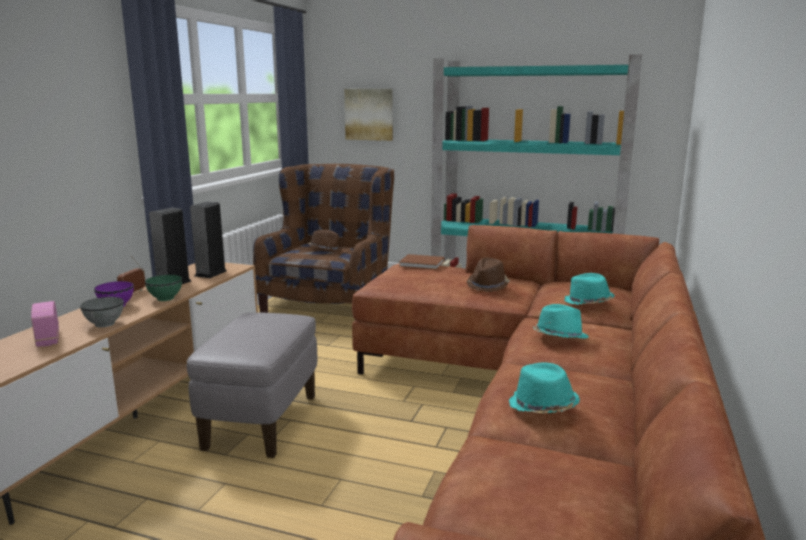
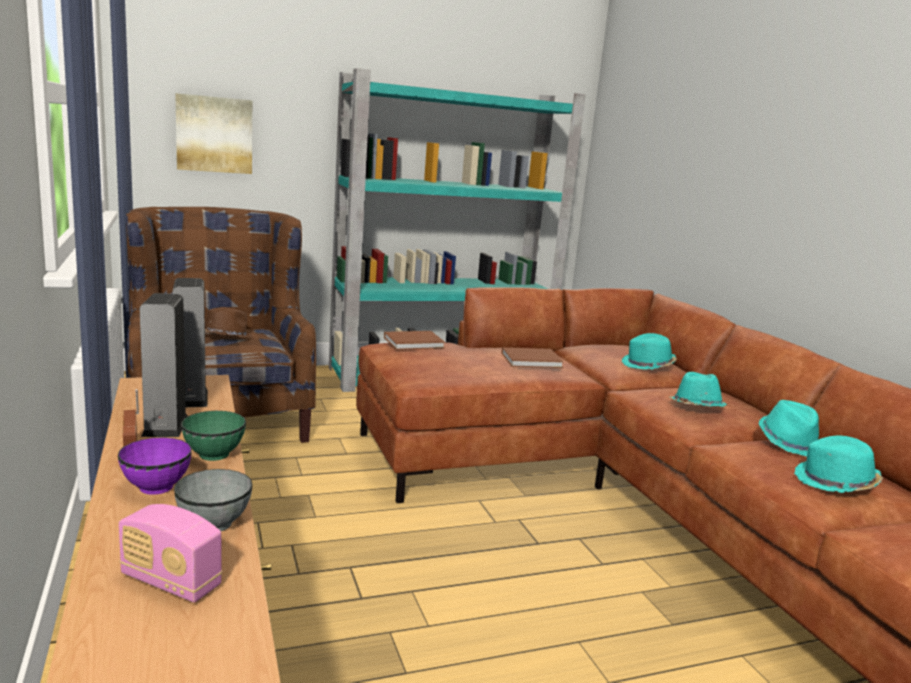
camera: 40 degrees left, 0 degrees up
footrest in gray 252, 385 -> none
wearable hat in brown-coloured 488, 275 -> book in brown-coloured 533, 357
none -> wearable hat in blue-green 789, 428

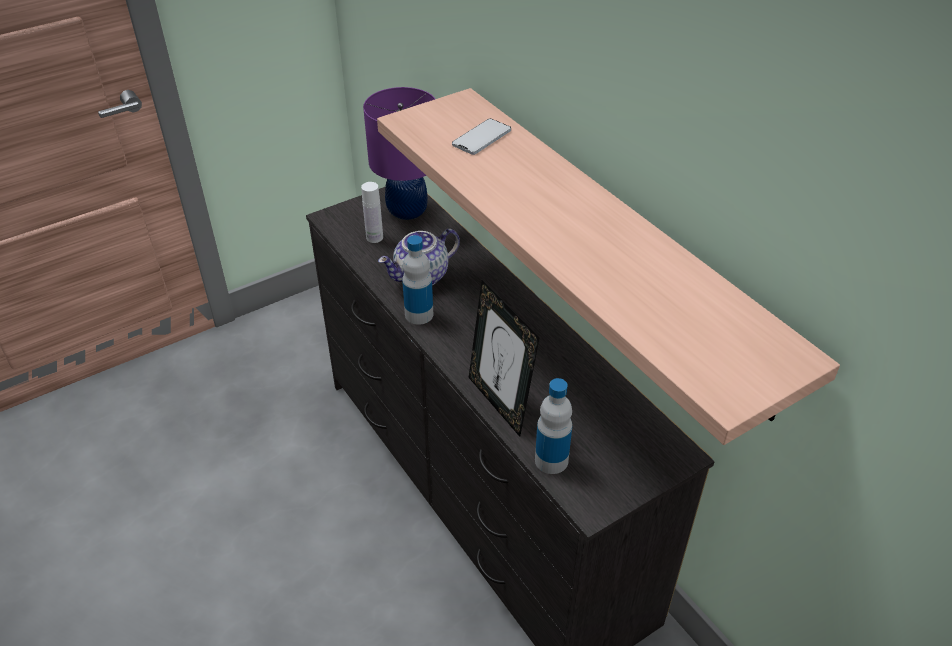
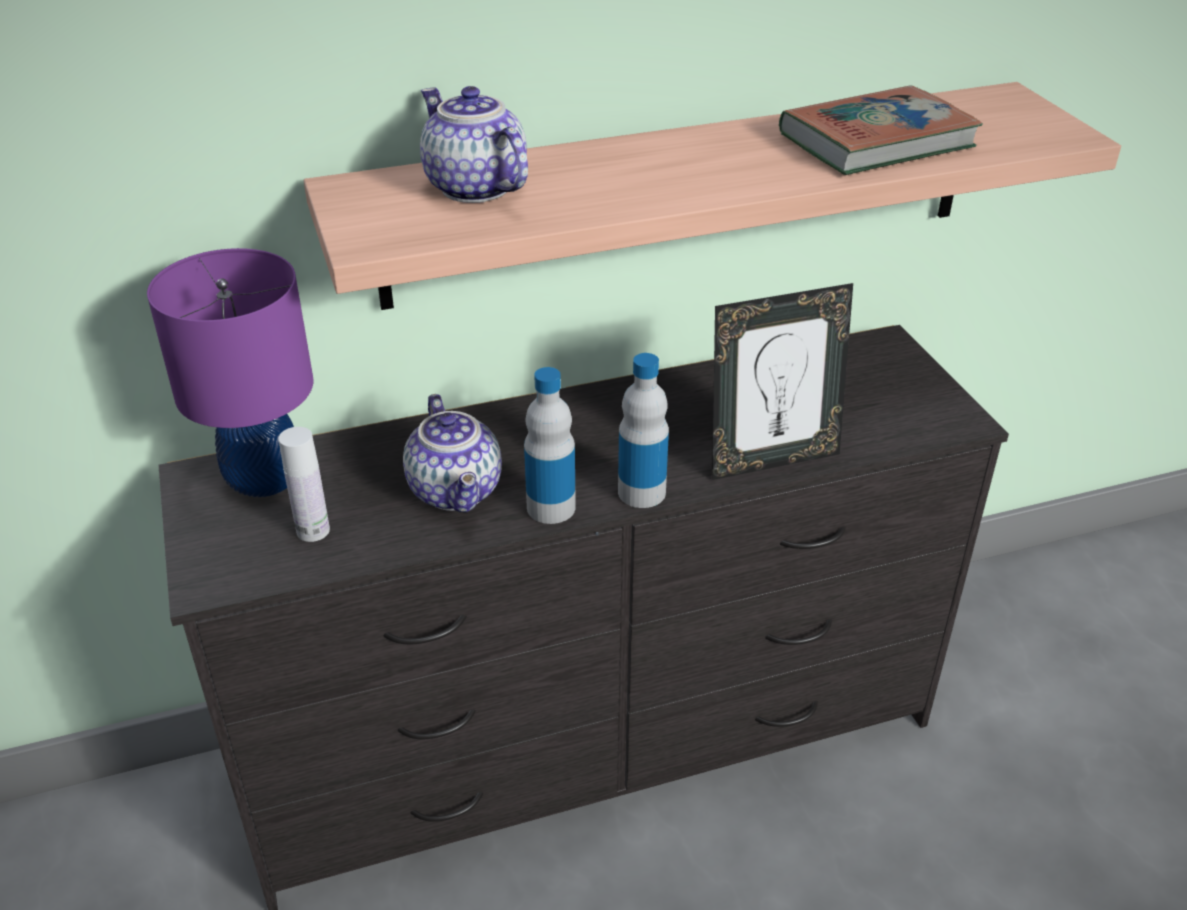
camera: 75 degrees left, 5 degrees down
handset 481, 136 -> tea pot 474, 144
drink bottle 553, 426 -> drink bottle 643, 430, shifted
none -> book 881, 130

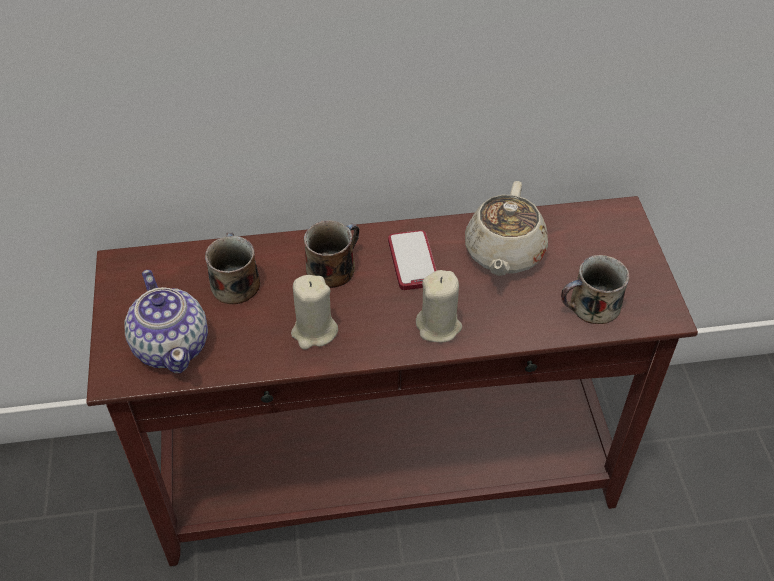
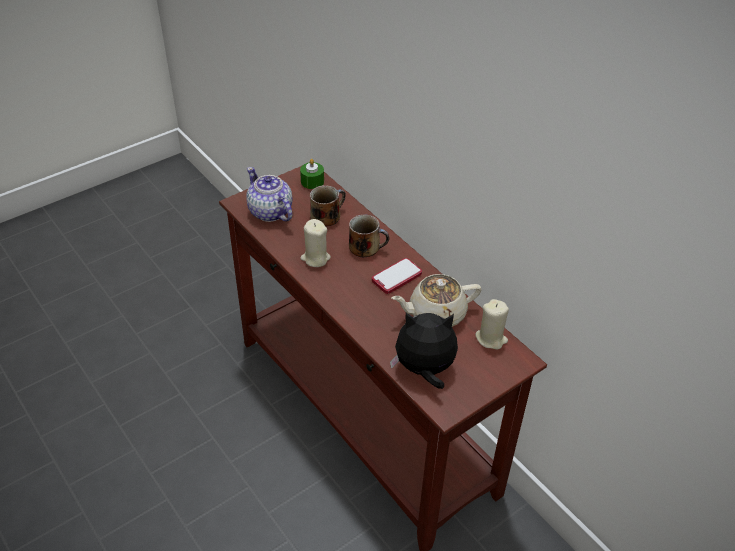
camera: 60 degrees right, 5 degrees down
tea pot 166, 321 -> tea pot 269, 194, 105 degrees clockwise
wax candle in beige-coloured 439, 306 -> wax candle in beige-coloured 492, 324, shifted
tea mug 595, 289 -> cuddly toy 424, 350
none -> wax candle in greenish 312, 174

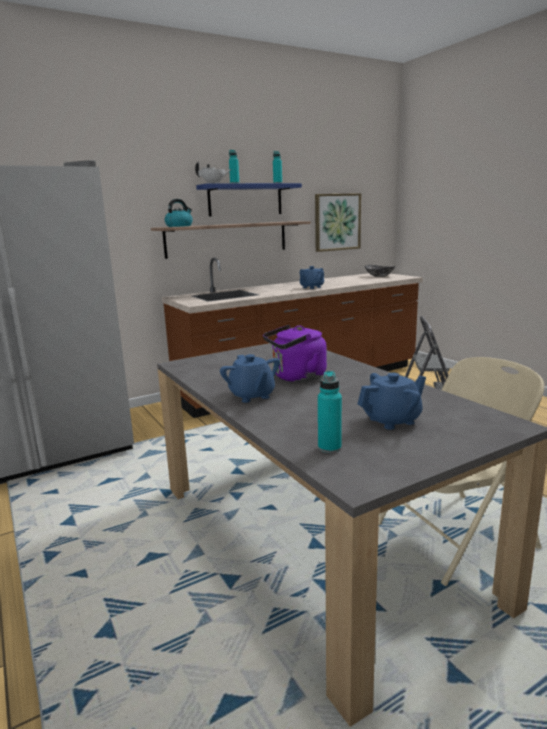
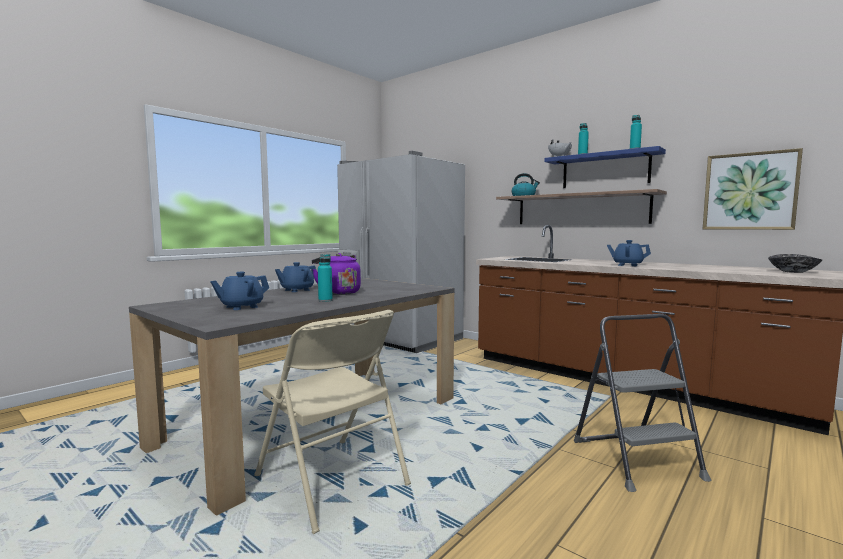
camera: 70 degrees right, 10 degrees down
drink bottle in blue-green 330, 412 -> drink bottle in blue-green 325, 278, shifted
tea pot in bluish 392, 401 -> tea pot in bluish 239, 291, 90 degrees clockwise

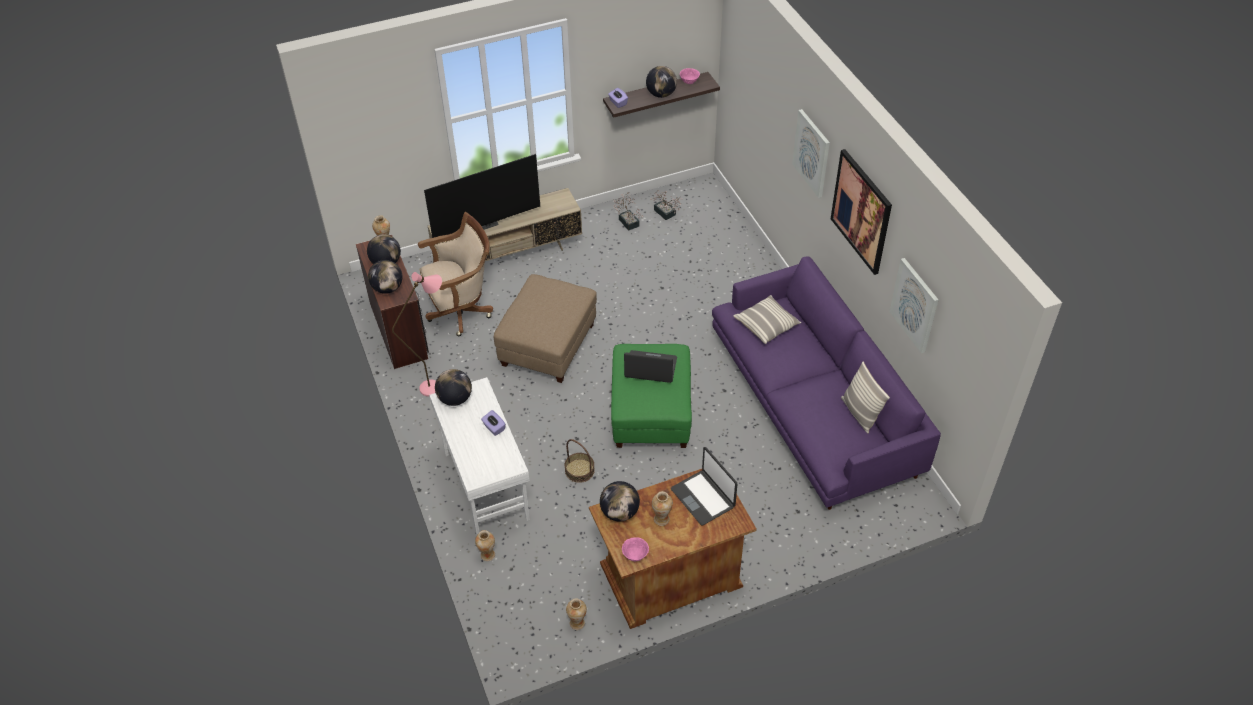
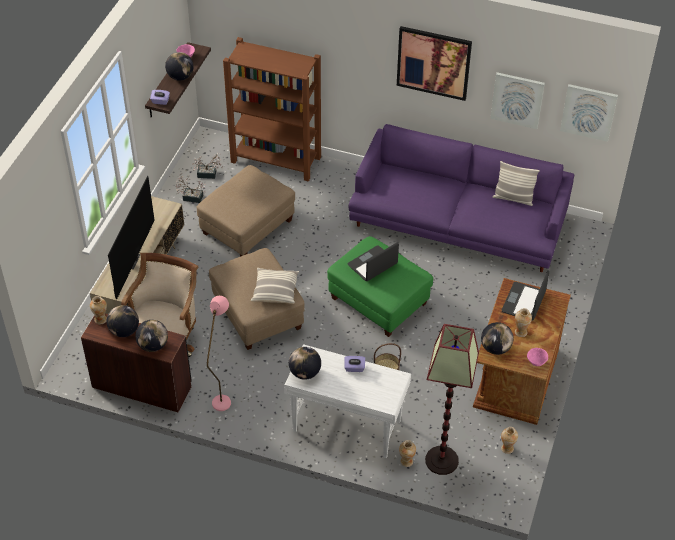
camera: 50 degrees left, 0 degrees up
notebook computer 704, 486 -> notebook computer 525, 296, 105 degrees clockwise
throw pillow 767, 319 -> throw pillow 275, 286, shifted
picture 811, 153 -> picture 589, 113, shifted
none -> footrest in beige-coloured 246, 211
none -> shelving unit in brown-coloured 272, 109
none -> standard lamp 452, 399

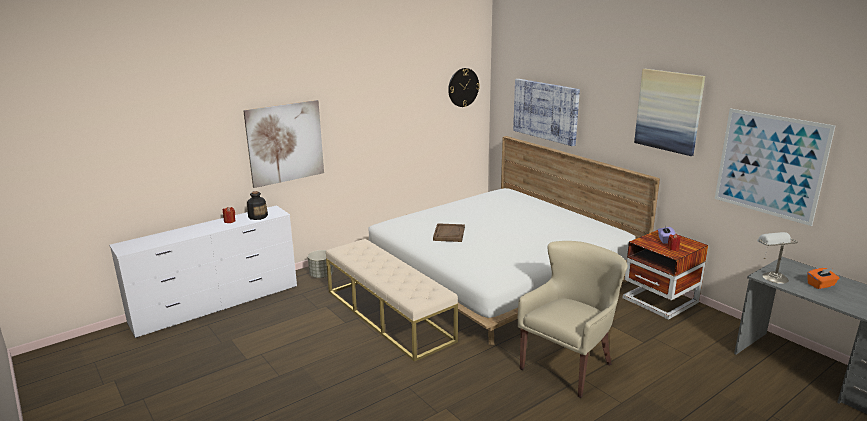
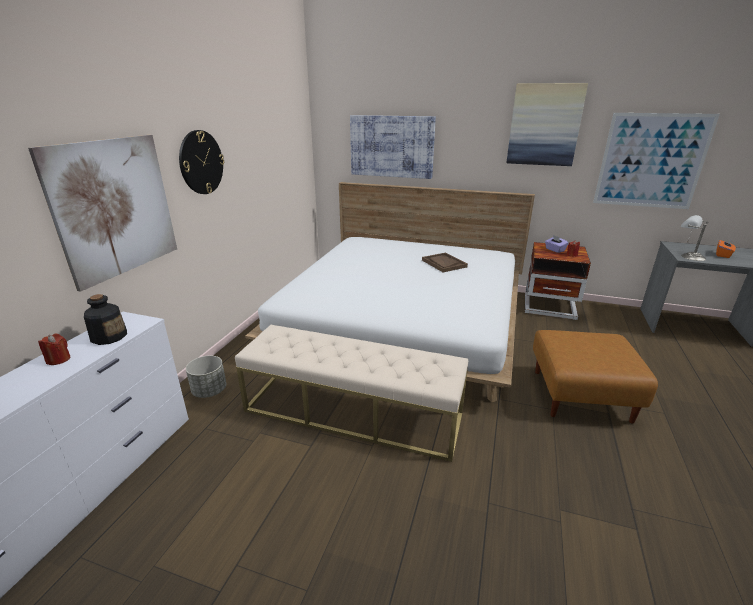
camera: 35 degrees left, 5 degrees up
tray in brown-coloured 449, 232 -> tray in brown-coloured 445, 262, shifted
wall clock 464, 87 -> wall clock 201, 162, shifted
easy chair in beige-coloured 573, 319 -> footrest in brown-coloured 595, 376

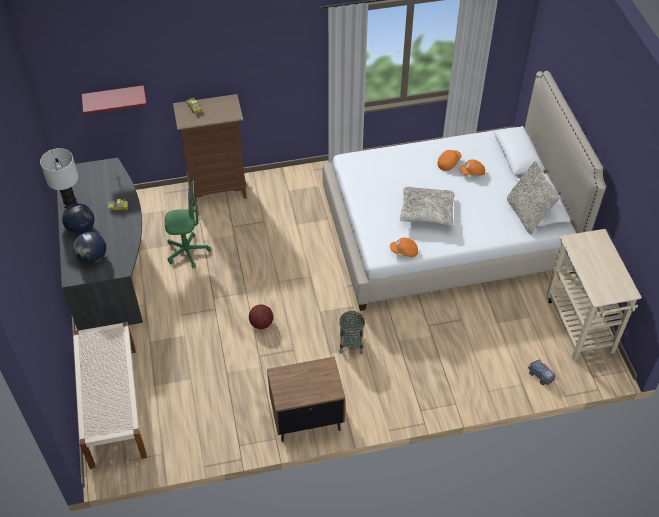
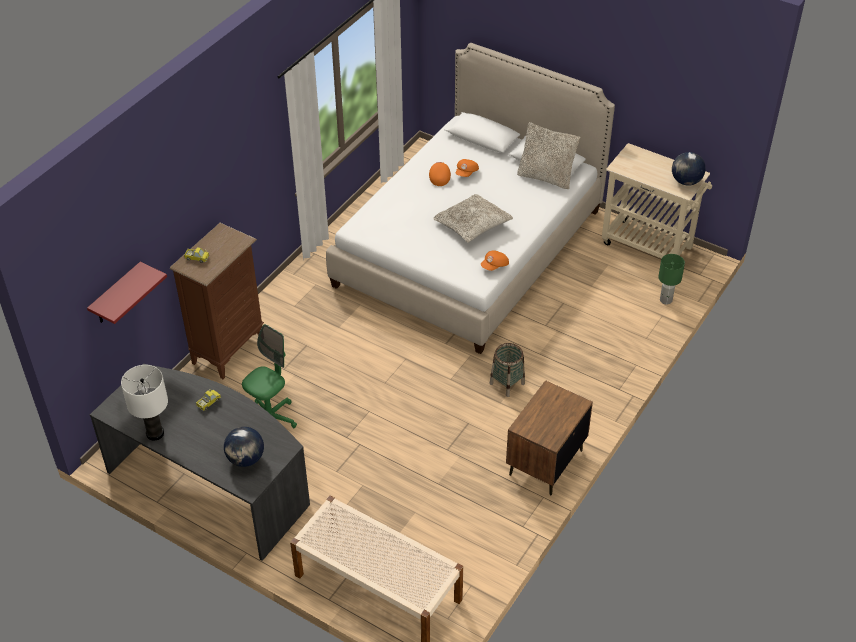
camera: 45 degrees left, 5 degrees down
desk globe 78, 219 -> desk globe 689, 169, shifted
basketball ball 261, 316 -> none
toy lorry 541, 372 -> lamp for a table in greenish 671, 279

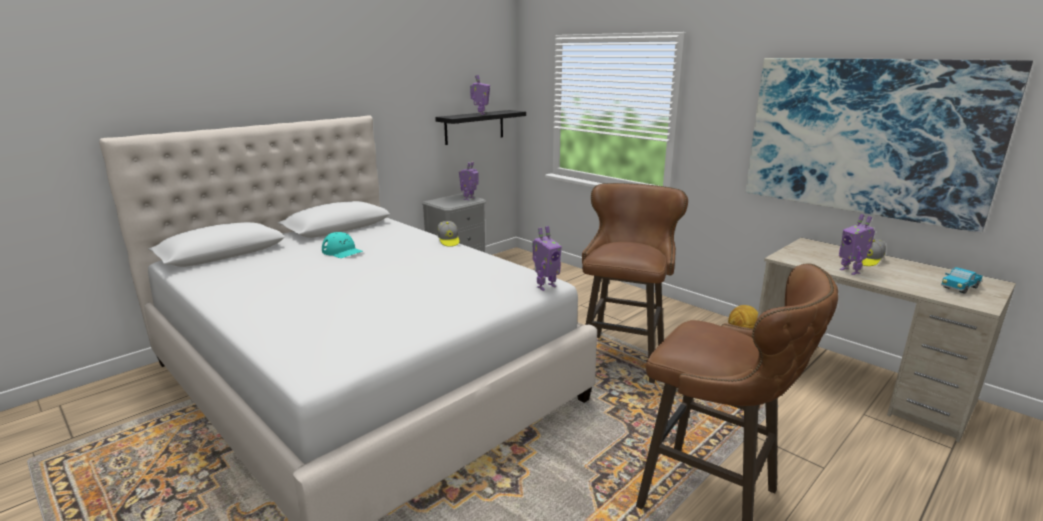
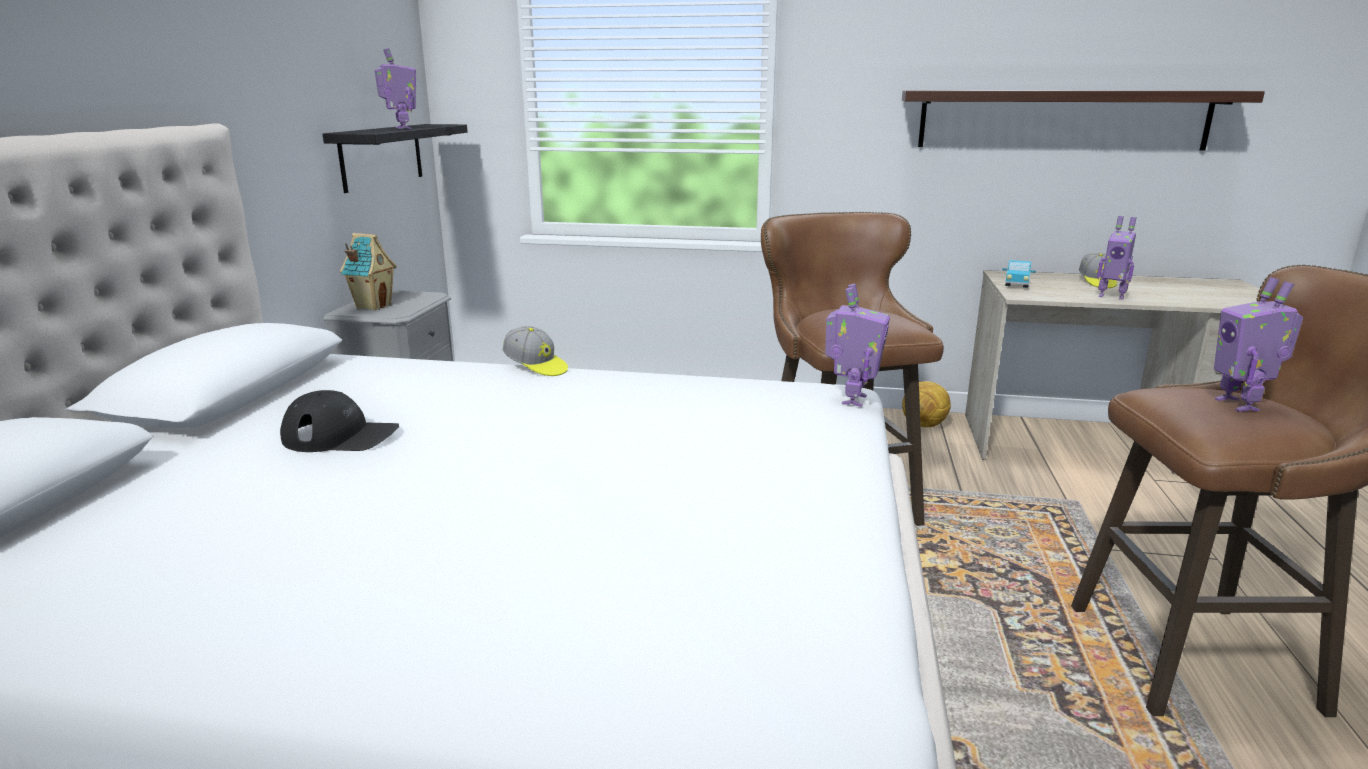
camera: 35 degrees left, 0 degrees up
cap in blue-green 342, 245 -> cap in blackish 339, 421
model robot 469, 181 -> model robot 1258, 344, shifted
picture 889, 145 -> wall shelf 1083, 120
toy lorry 962, 280 -> toy lorry 1019, 274, shifted
none -> toy house 368, 271

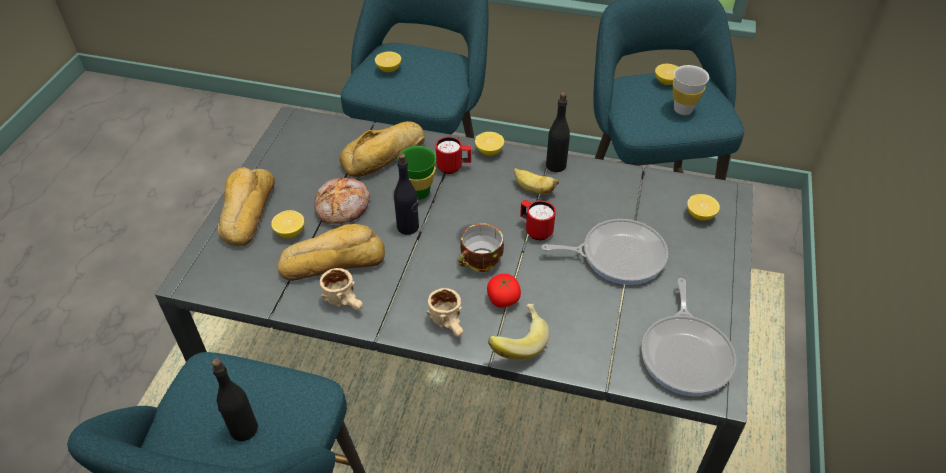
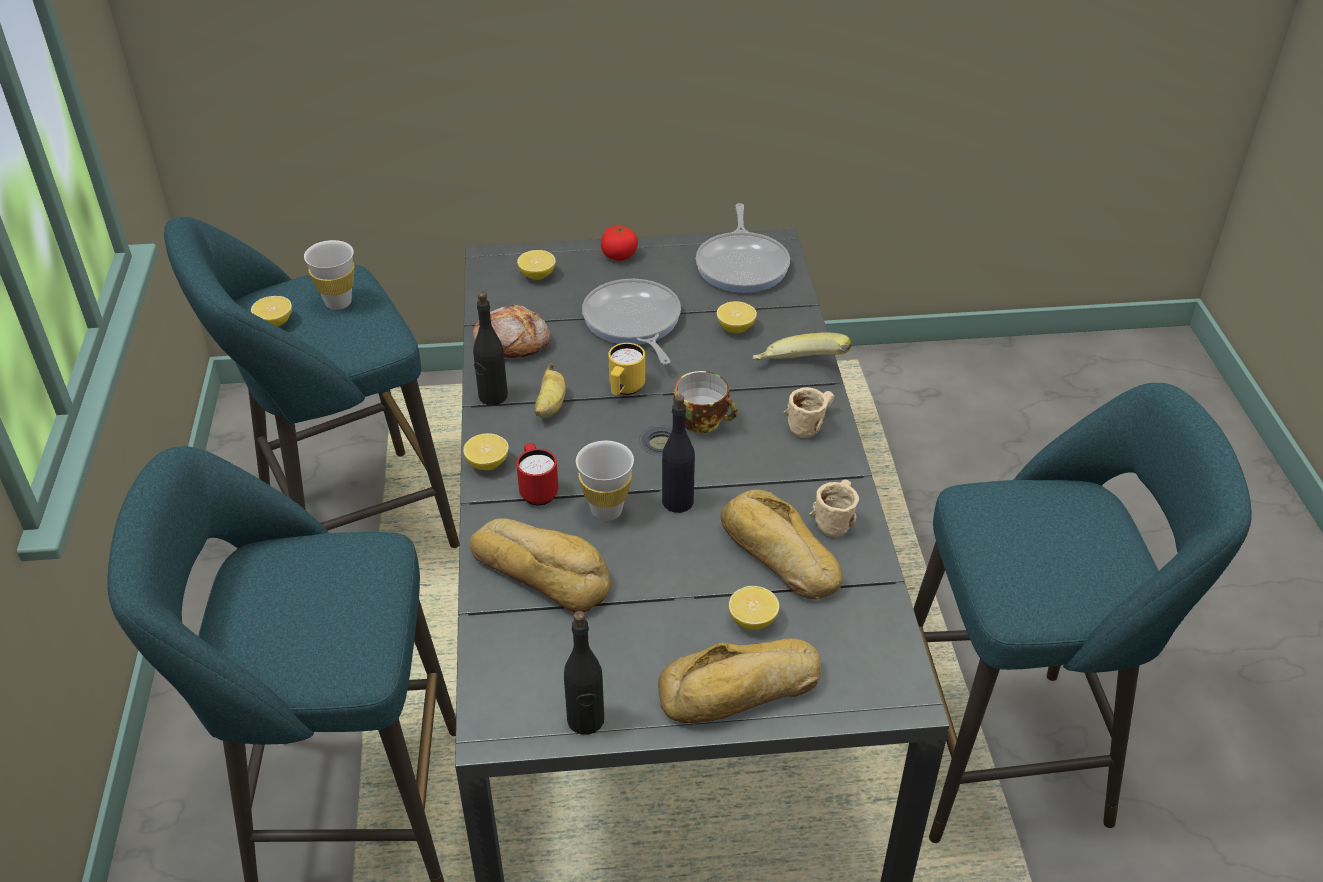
camera: 110 degrees left, 5 degrees down
drink bottle in blackish 235, 400 -> drink bottle in blackish 584, 673, shifted
bread 342, 201 -> bread 512, 331, shifted
lemon 388, 61 -> lemon 737, 317, shifted
small cup in greenish 416, 173 -> small cup in white 605, 481
whole tomato 504, 290 -> whole tomato 619, 243, shifted
tea mug in red-coloured 538, 220 -> tea mug in yellow-coloured 626, 369
frying pan 688, 337 -> frying pan 743, 248, 105 degrees clockwise

